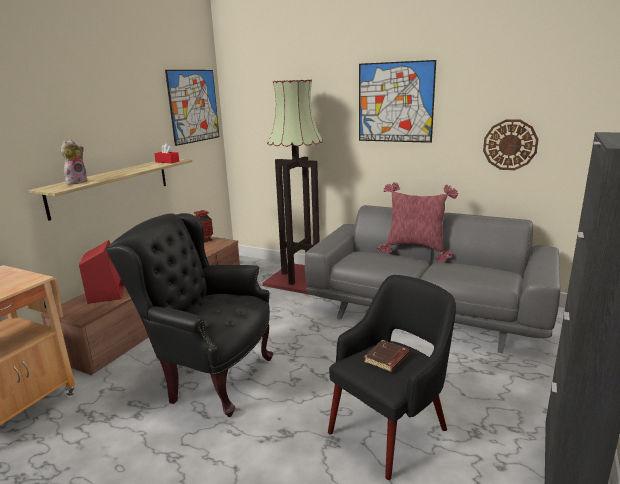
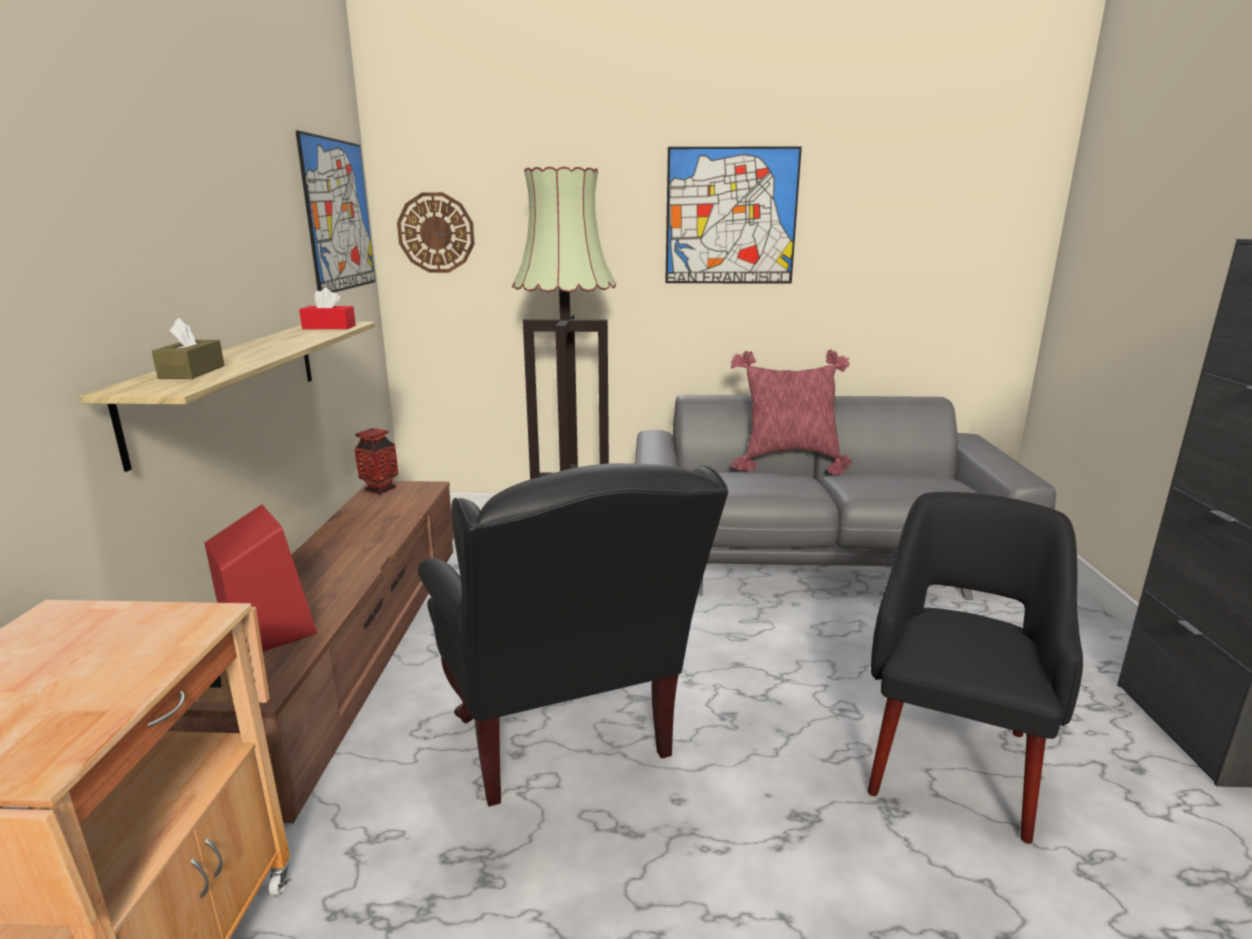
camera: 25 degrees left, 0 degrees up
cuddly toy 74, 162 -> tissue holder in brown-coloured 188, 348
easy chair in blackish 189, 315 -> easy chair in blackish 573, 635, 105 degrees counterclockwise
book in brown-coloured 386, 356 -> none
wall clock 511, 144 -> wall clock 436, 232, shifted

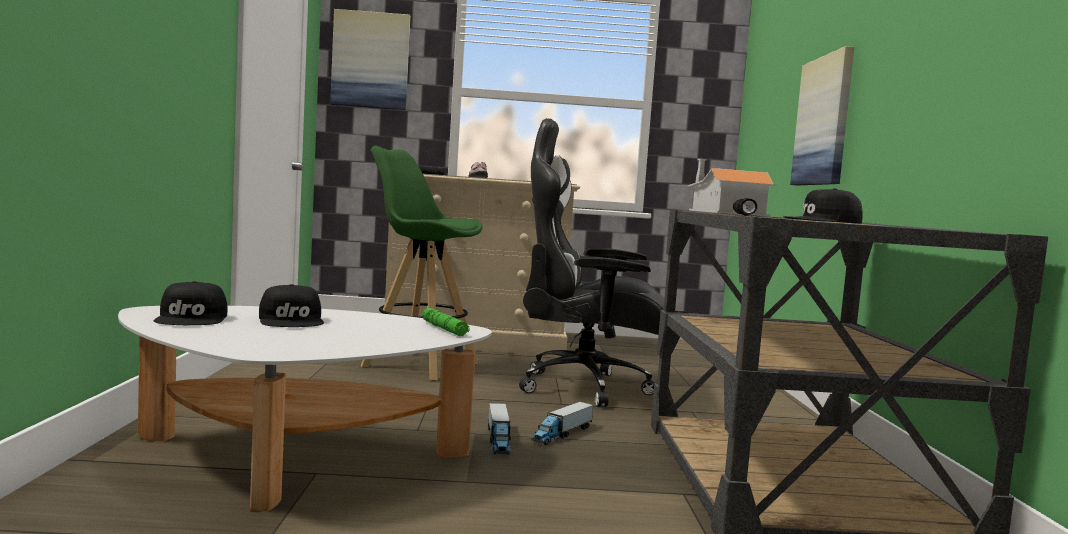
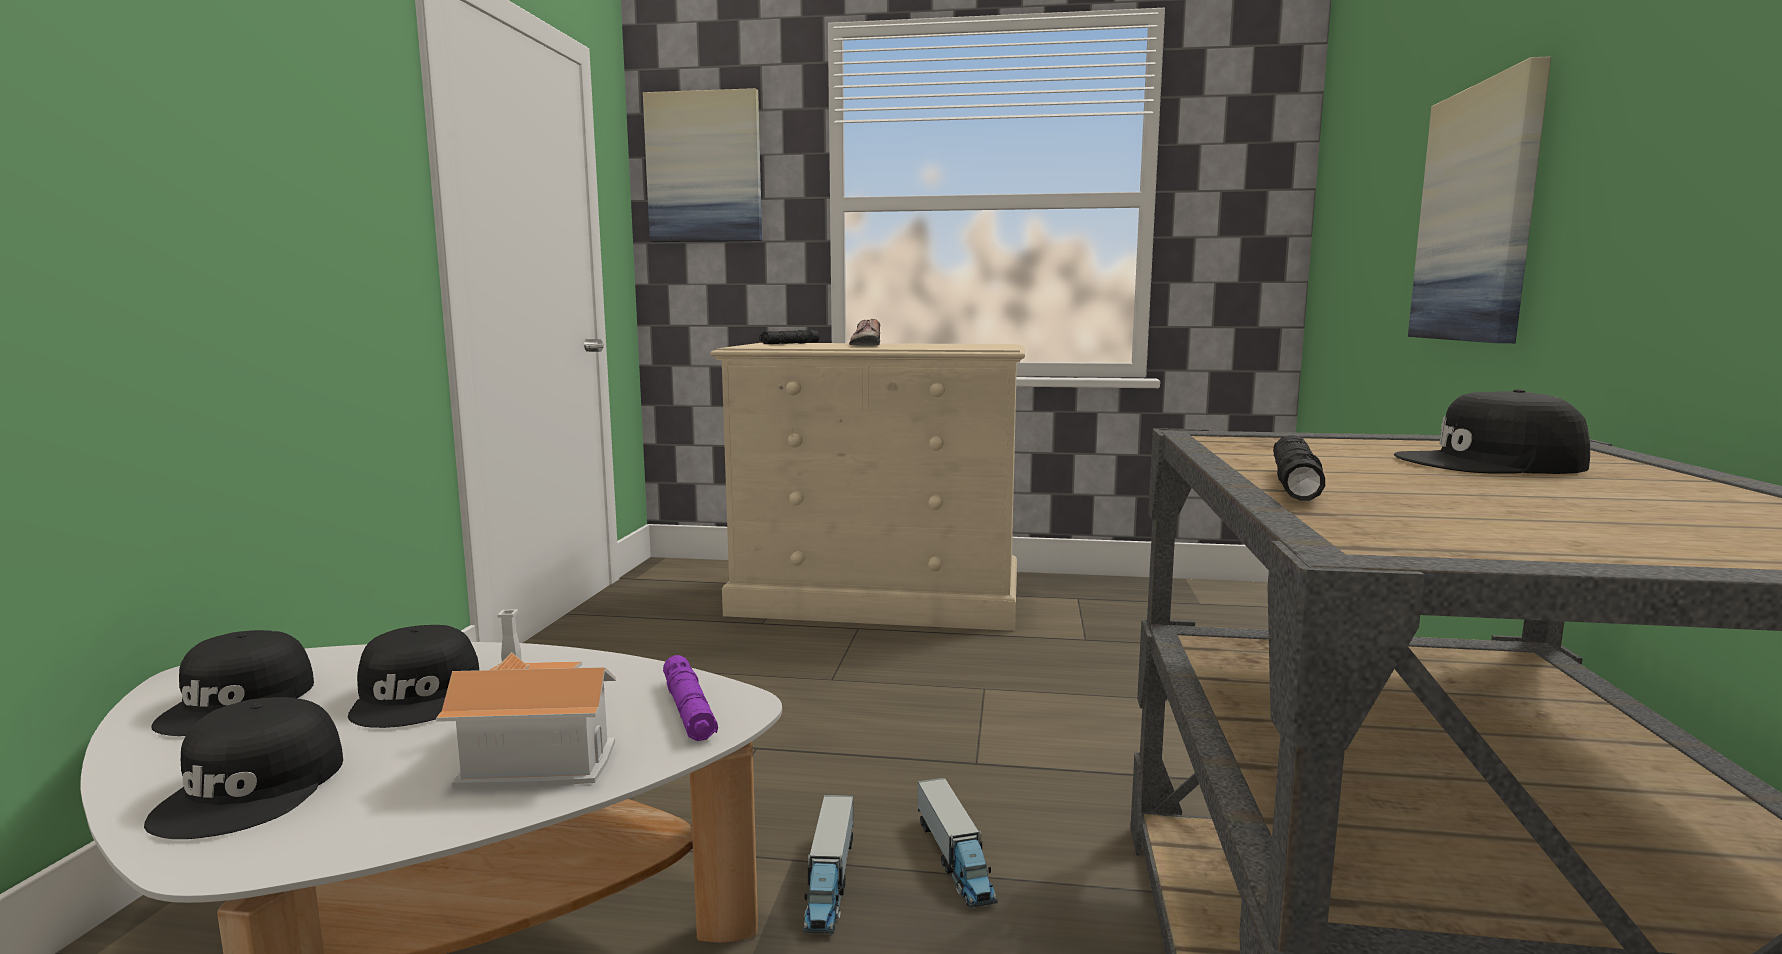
camera: 10 degrees right, 5 degrees up
sitting stool in greenish 421, 263 -> none
torch in greenish 446, 322 -> torch in purple 690, 698
computer chair in blackish 592, 262 -> none
toy lorry 562, 423 -> toy lorry 958, 842, 60 degrees counterclockwise
toy house 732, 187 -> toy house 526, 698, shifted
none -> cap in blackish 243, 768

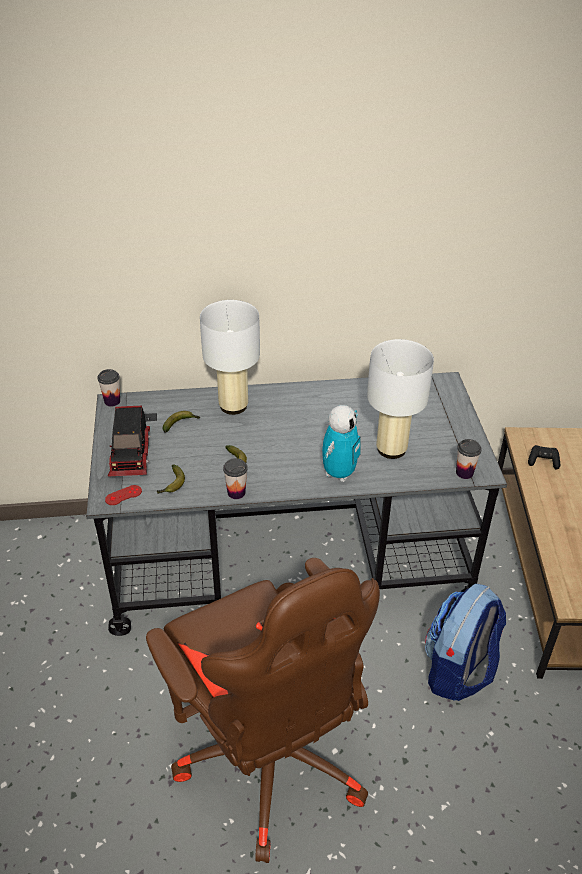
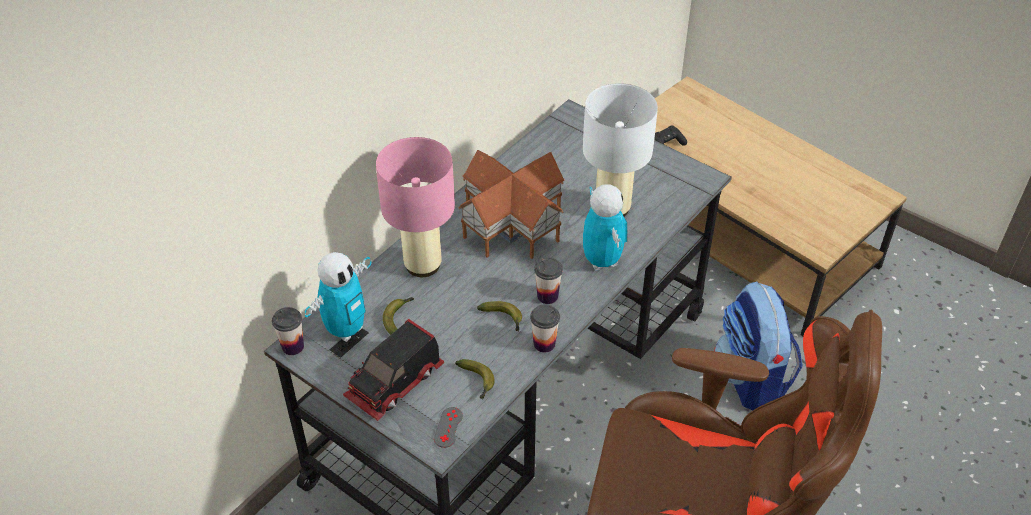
camera: 45 degrees left, 5 degrees up
joypad in red-coloured 123, 495 -> joypad in gray 448, 427
toy lorry 129, 441 -> toy lorry 393, 370, 90 degrees clockwise
lamp for a table in white 230, 357 -> lamp for a table in pinkish 415, 207
small cup 469, 459 -> small cup 548, 280, shifted
none -> model robot 337, 297
none -> toy house 511, 204

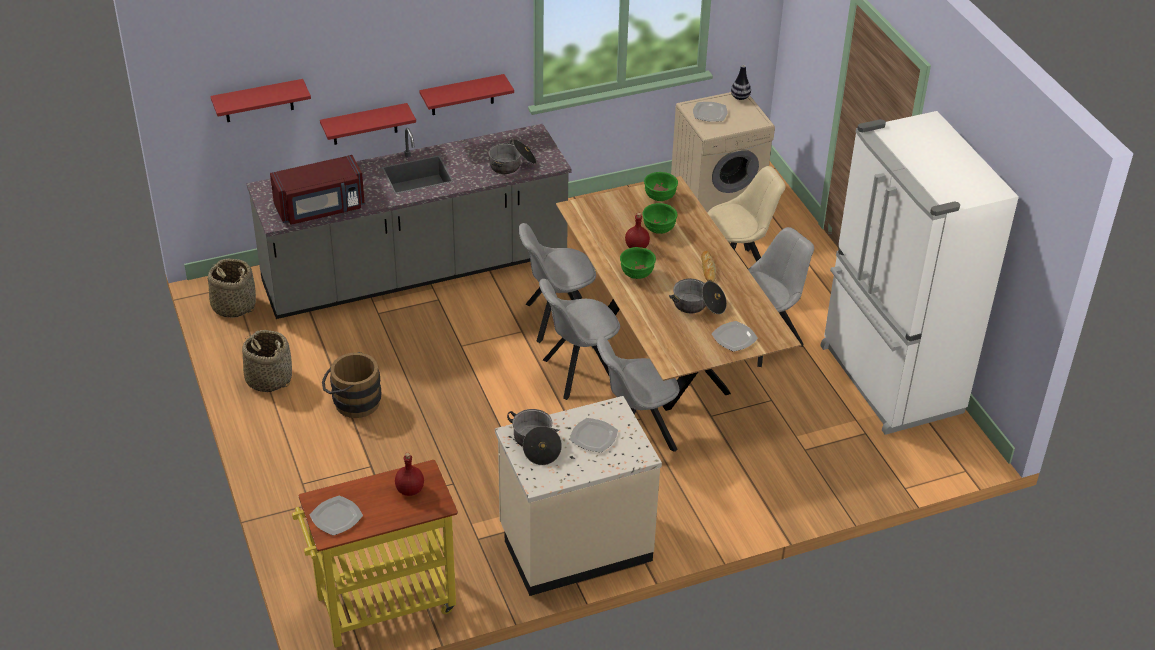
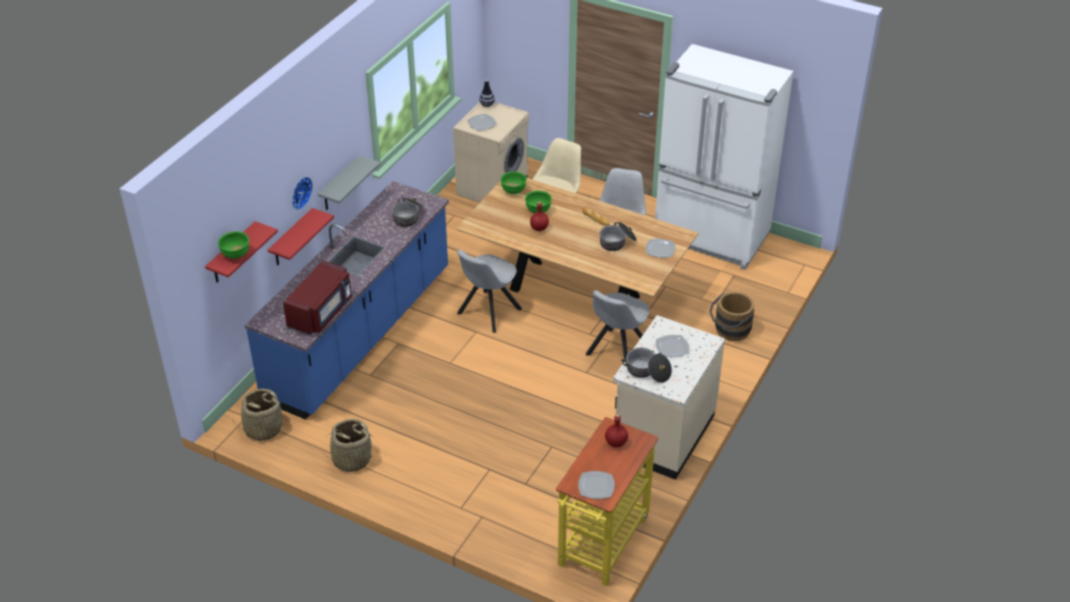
camera: 40 degrees left, 0 degrees up
counter in gray 409, 221 -> counter in bluish 347, 300
water bucket in brown-coloured 352, 385 -> water bucket in brown-coloured 731, 316, shifted
wall shelf in red-coloured 466, 94 -> wall shelf in gray 349, 182
plain chair in gray 579, 339 -> none
bowl in greenish 638, 263 -> bowl in greenish 233, 245, shifted
none -> wall clock 302, 193

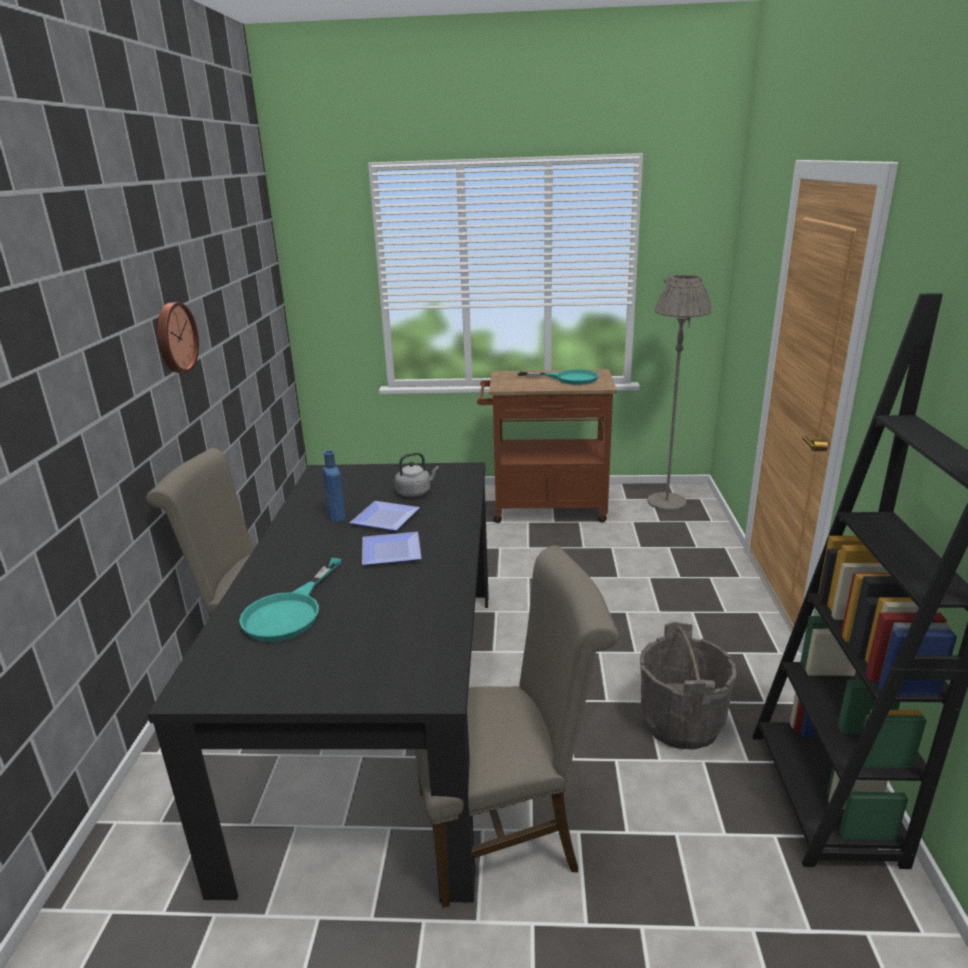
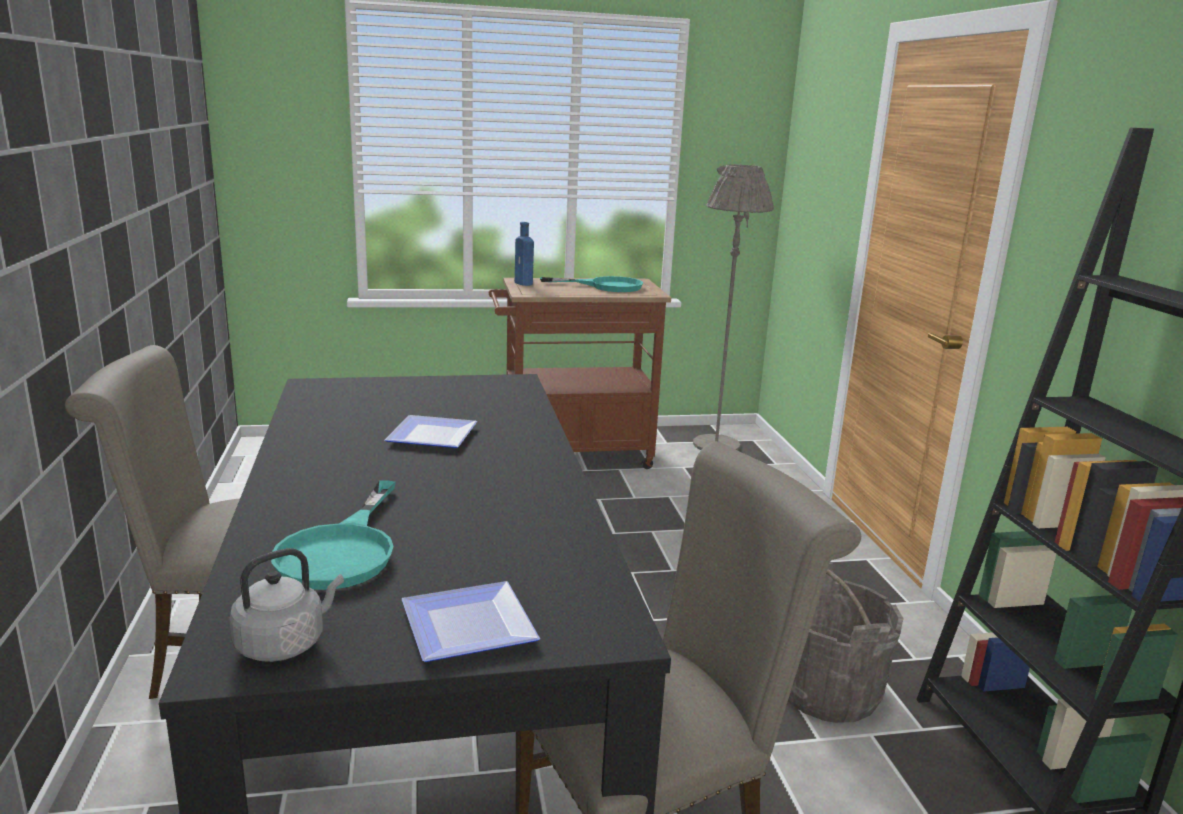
camera: 15 degrees left, 5 degrees down
wall clock 178, 337 -> none
drink bottle in bluish 333, 486 -> drink bottle in bluish 524, 254, shifted
dinner plate 392, 548 -> dinner plate 471, 621, shifted
tea kettle in gray 417, 474 -> tea kettle in gray 286, 605, shifted

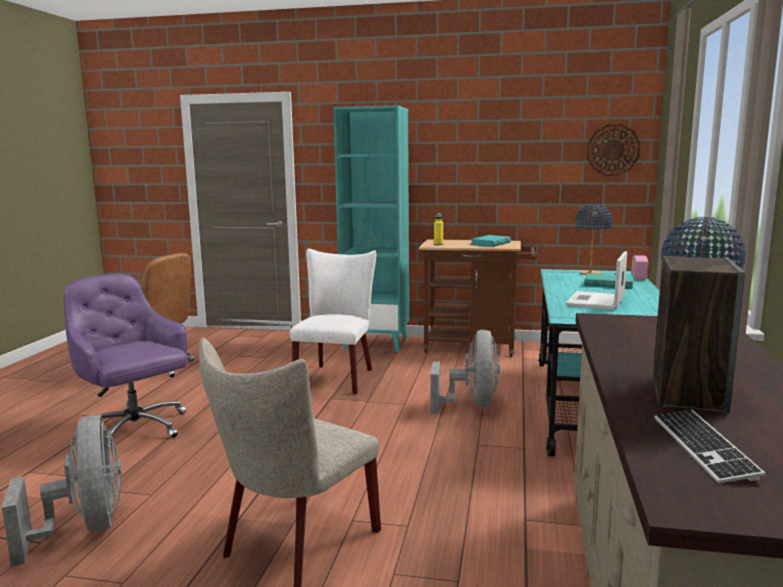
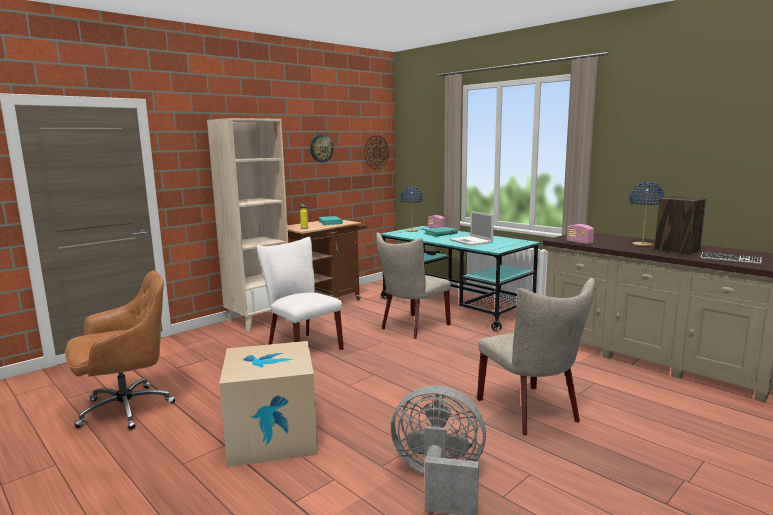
camera: 55 degrees left, 0 degrees up
computer chair in purple 126, 361 -> carton 268, 404
shelving unit in blue-green 371, 228 -> shelving unit in beige-coloured 247, 225
fan in gray 465, 372 -> plain chair in beige-coloured 413, 285
none -> wall clock 321, 148
none -> radio receiver 580, 234

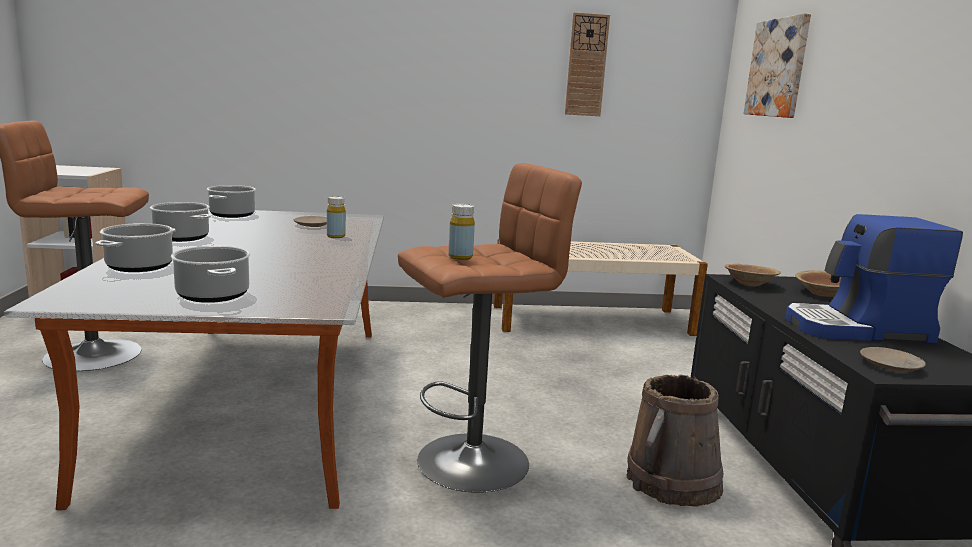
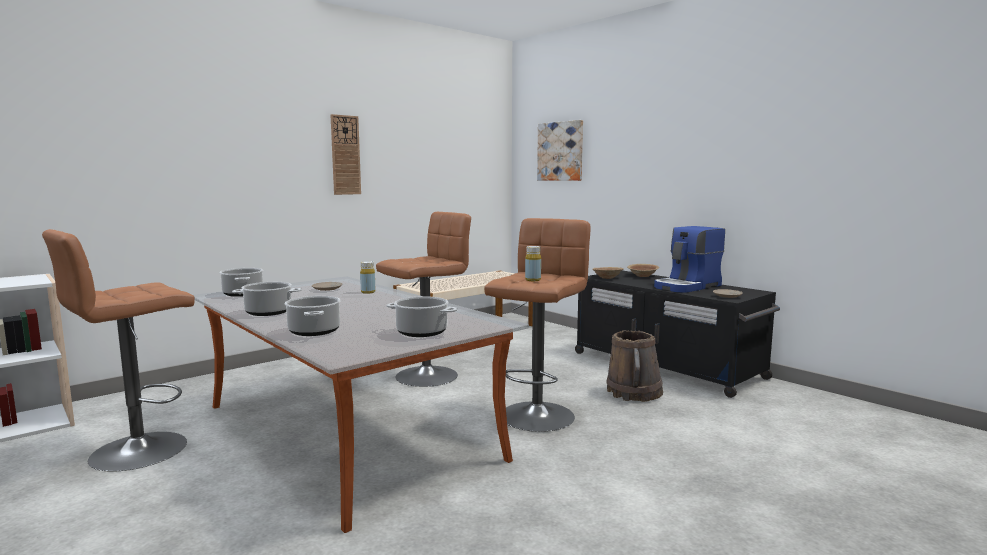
camera: 35 degrees left, 5 degrees down
wall clock 587, 64 -> wall clock 345, 154, shifted
none -> sitting stool in brown-coloured 423, 299

